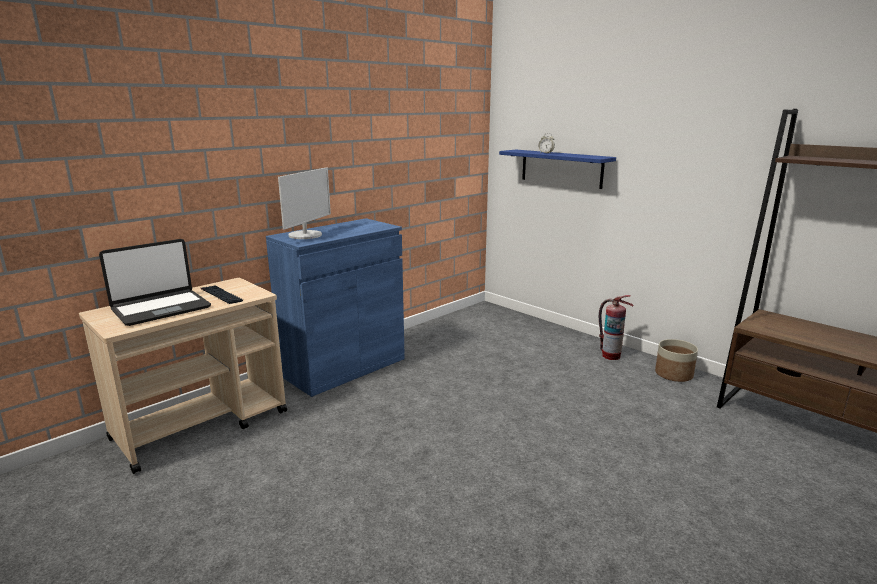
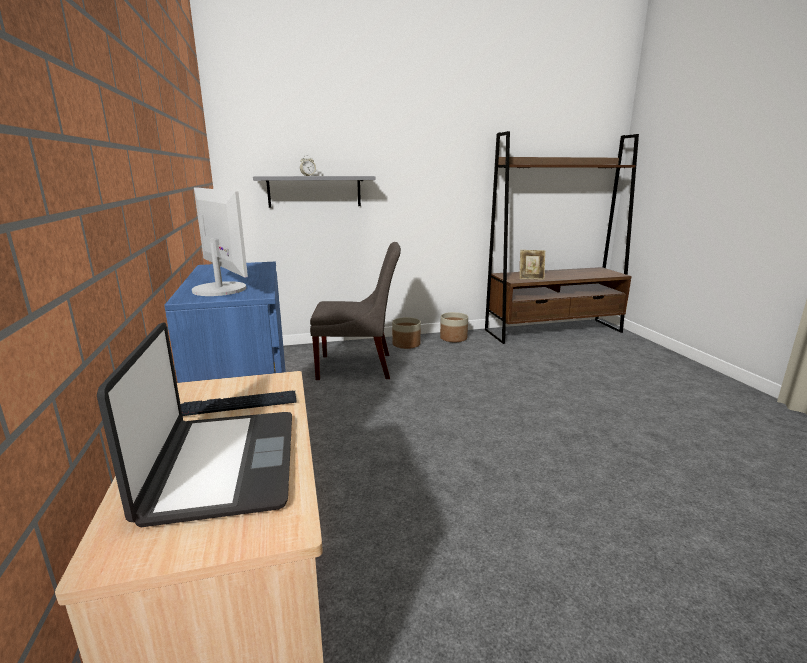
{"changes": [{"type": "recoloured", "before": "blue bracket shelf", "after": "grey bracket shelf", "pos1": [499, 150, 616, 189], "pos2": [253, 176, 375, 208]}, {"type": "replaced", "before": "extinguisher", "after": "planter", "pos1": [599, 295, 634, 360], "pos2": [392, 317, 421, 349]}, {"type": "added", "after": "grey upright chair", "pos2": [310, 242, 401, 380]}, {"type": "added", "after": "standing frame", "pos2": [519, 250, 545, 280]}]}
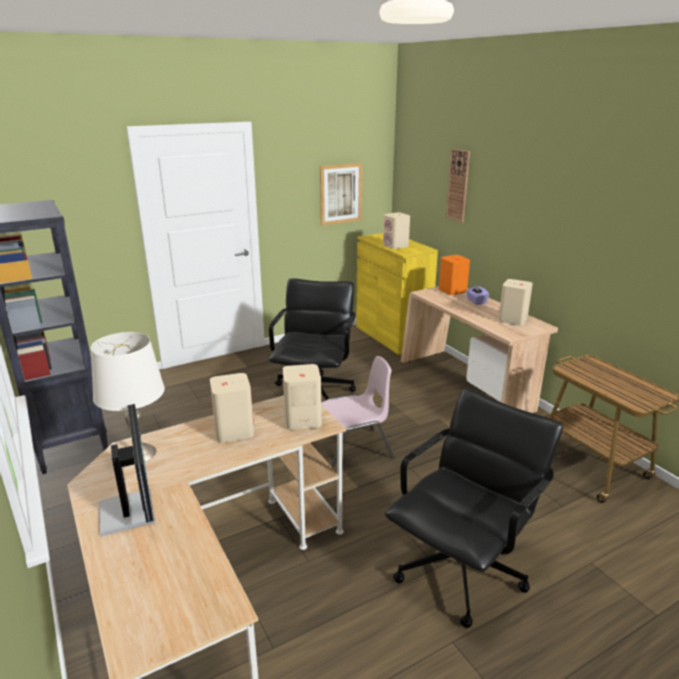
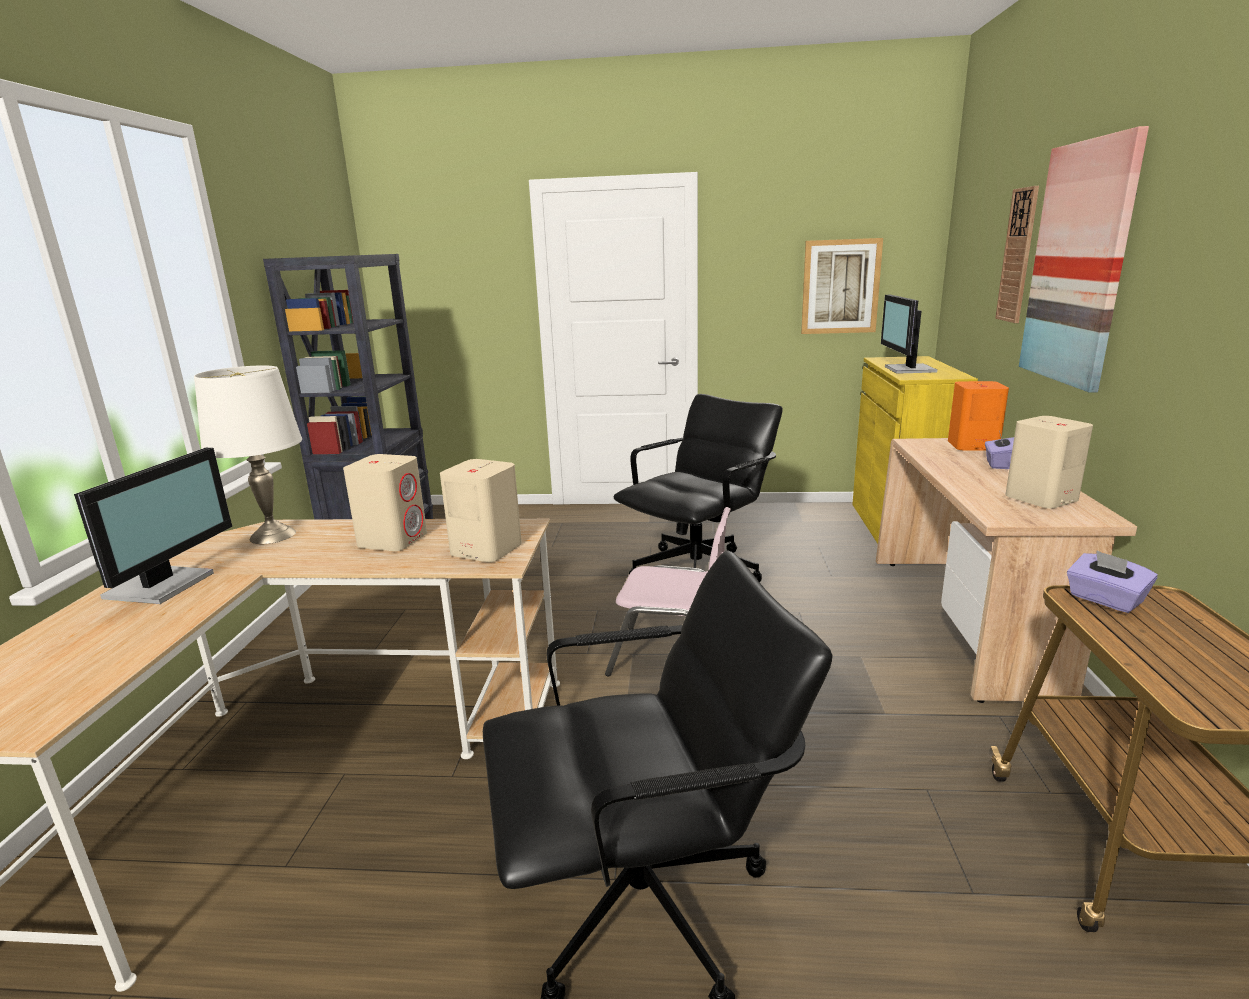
{"changes": [{"type": "replaced", "before": "beige audio speaker", "after": "computer display", "pos1": [383, 212, 410, 249], "pos2": [881, 295, 937, 374]}, {"type": "added", "after": "wall art", "pos2": [1019, 126, 1149, 393]}, {"type": "added", "after": "purple tissue holder", "pos2": [1067, 550, 1158, 613]}]}
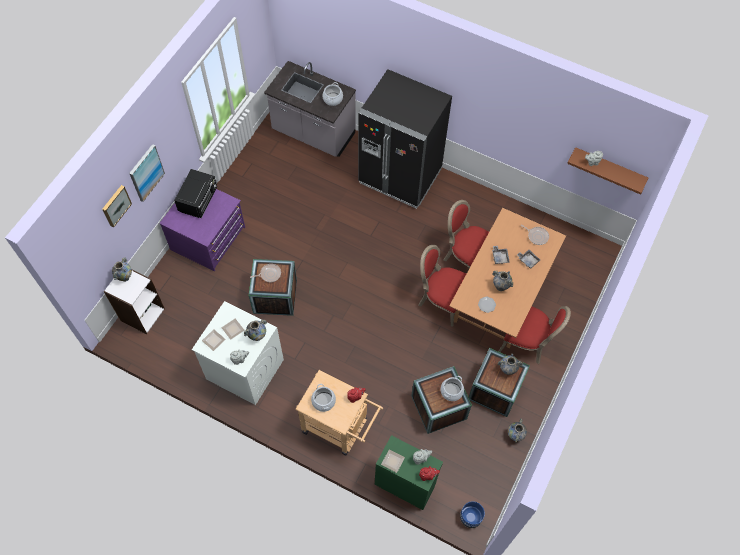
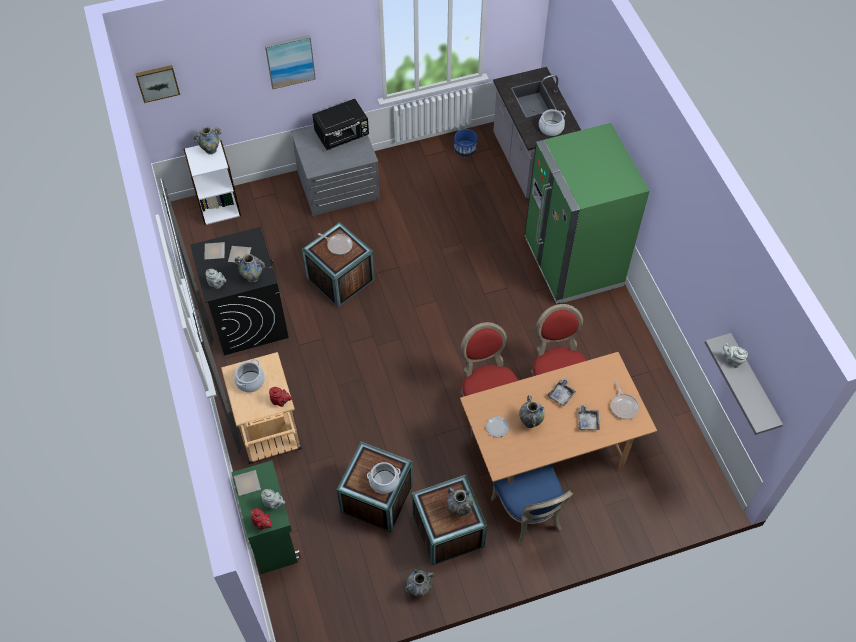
{"changes": [{"type": "recoloured", "before": "blackish refrigerator", "after": "green refrigerator", "pos1": [358, 69, 452, 209], "pos2": [524, 123, 650, 304]}, {"type": "recoloured", "before": "brownish bracket shelf", "after": "grey bracket shelf", "pos1": [567, 147, 648, 195], "pos2": [705, 333, 783, 435]}, {"type": "moved", "before": "wall art", "pos1": [102, 185, 132, 227], "pos2": [135, 65, 180, 103]}, {"type": "recoloured", "before": "purple chest of drawers", "after": "grey chest of drawers", "pos1": [159, 189, 245, 272], "pos2": [291, 125, 380, 218]}, {"type": "recoloured", "before": "white washing machine", "after": "blackish washing machine", "pos1": [192, 301, 284, 405], "pos2": [190, 227, 289, 355]}, {"type": "recoloured", "before": "red-coloured upright chair", "after": "blue upright chair", "pos1": [498, 306, 571, 364], "pos2": [491, 464, 574, 546]}, {"type": "moved", "before": "blue planter", "pos1": [460, 501, 485, 528], "pos2": [454, 129, 477, 157]}]}
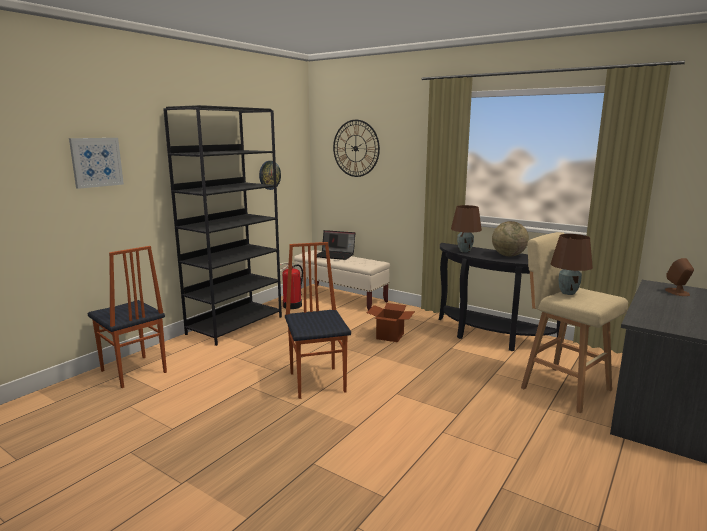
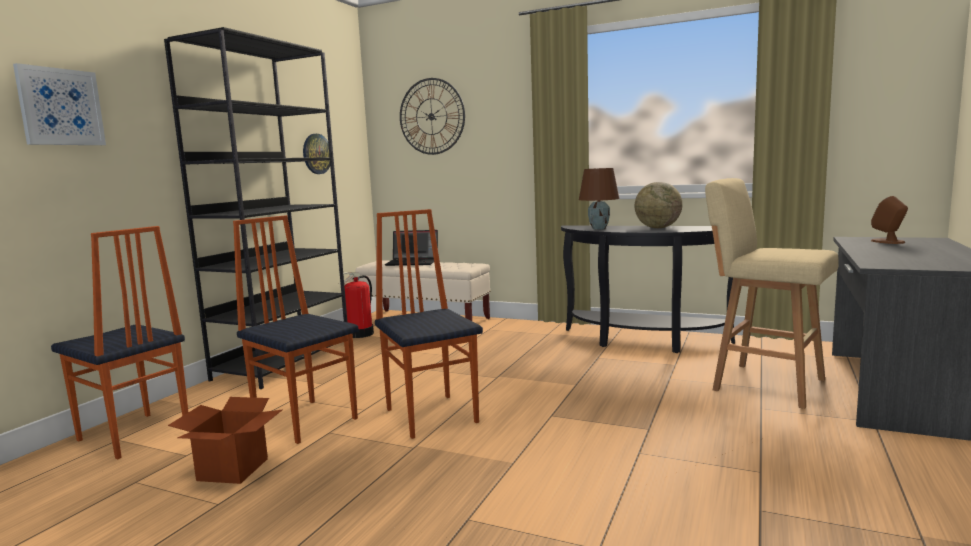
{"changes": [{"type": "removed", "before": "brownish table lamp", "pos1": [551, 234, 593, 295]}, {"type": "moved", "before": "cardboard box", "pos1": [367, 303, 415, 342], "pos2": [168, 397, 282, 484]}, {"type": "added", "after": "upright chair", "pos2": [233, 215, 359, 444]}]}
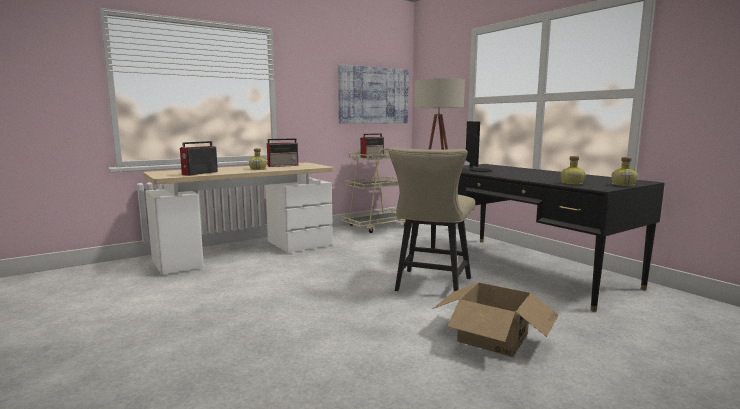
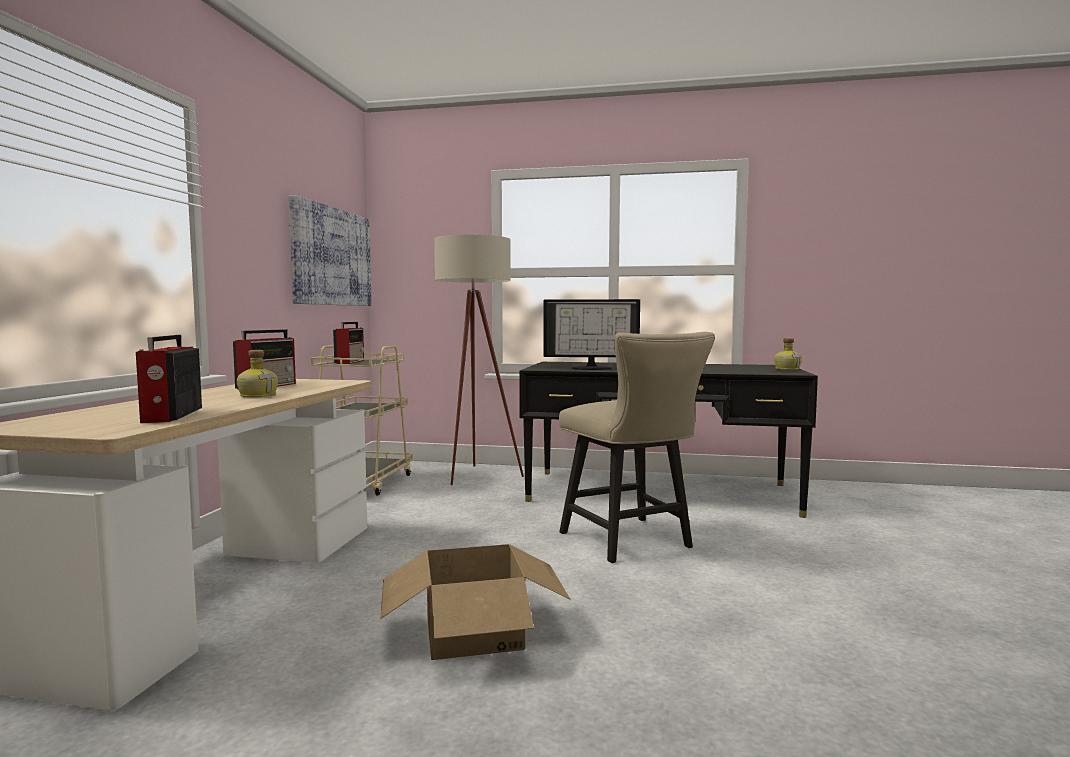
{"changes": [{"type": "turned", "before": "computer display", "pos1": [466, 121, 492, 172], "pos2": [544, 299, 640, 370], "turn": 135}, {"type": "removed", "before": "beverage bottle", "pos1": [561, 156, 585, 184]}, {"type": "moved", "before": "cardboard box", "pos1": [433, 283, 558, 357], "pos2": [380, 544, 571, 660]}]}
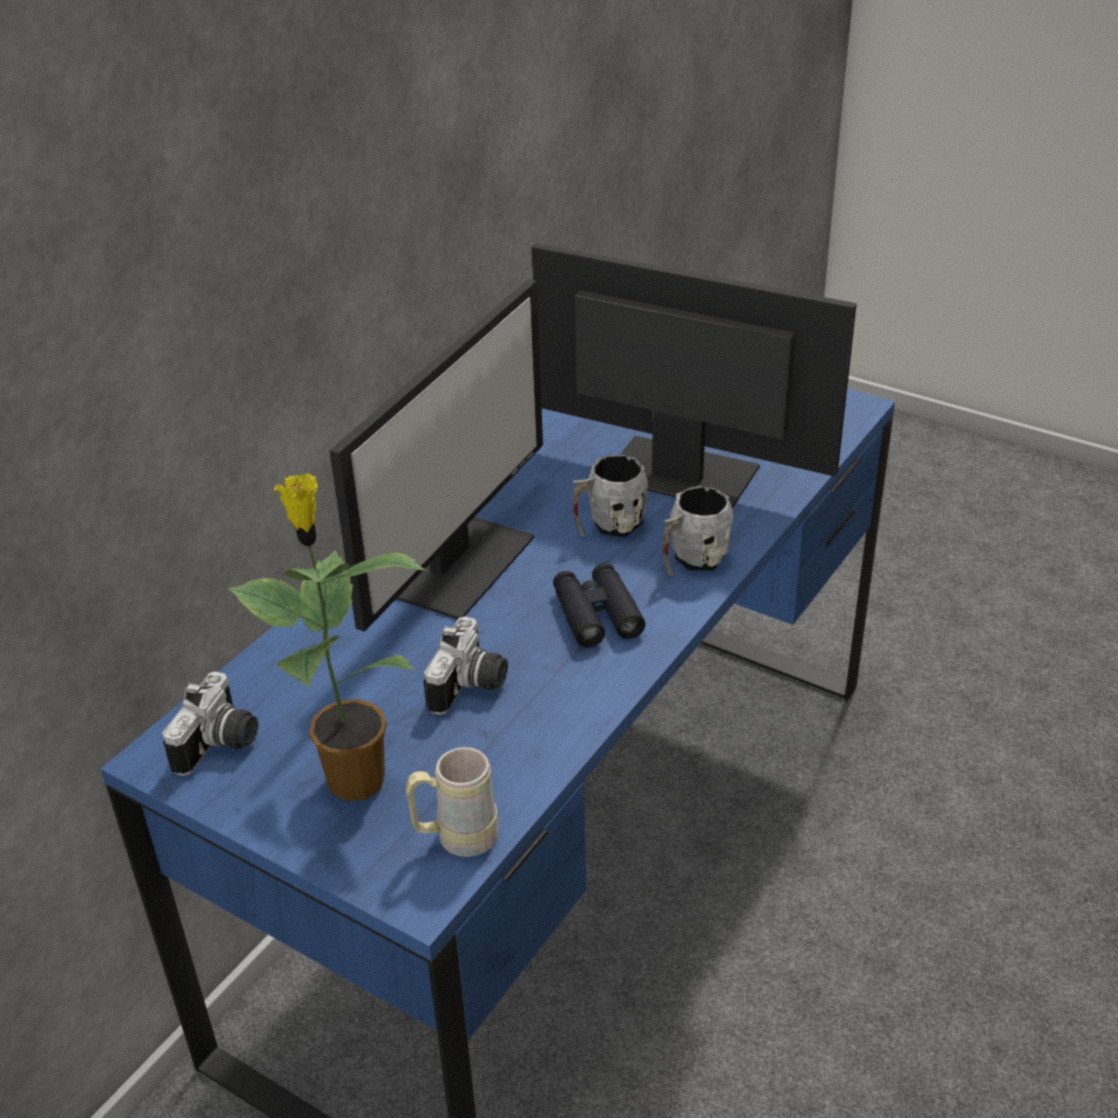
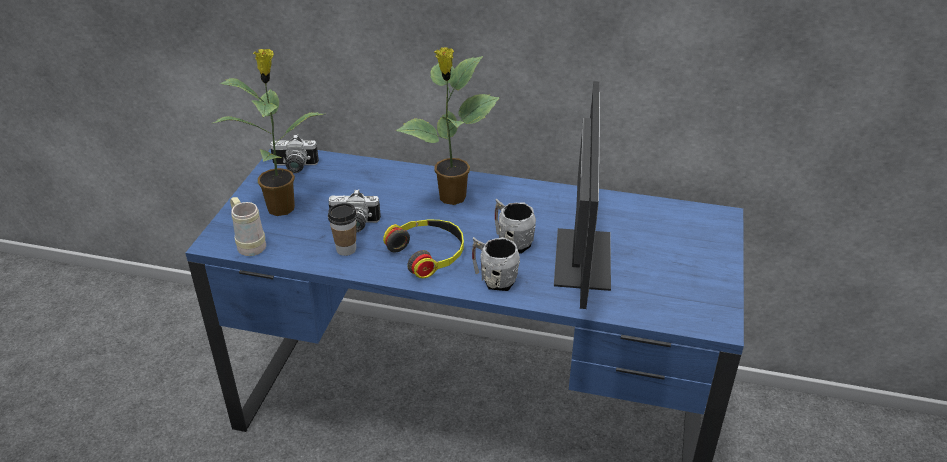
{"changes": [{"type": "replaced", "before": "computer display", "after": "potted plant", "pos1": [329, 279, 543, 632], "pos2": [396, 47, 500, 205]}, {"type": "replaced", "before": "blackish binoculars", "after": "headset", "pos1": [553, 563, 645, 648], "pos2": [383, 220, 464, 278]}, {"type": "added", "after": "small cup", "pos2": [328, 203, 357, 256]}]}
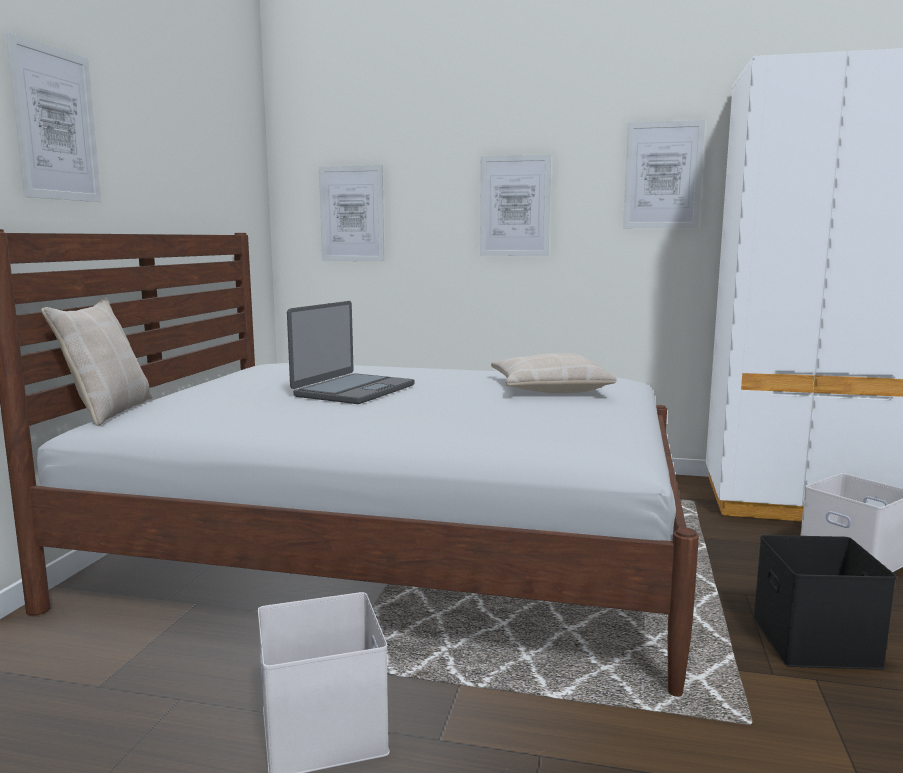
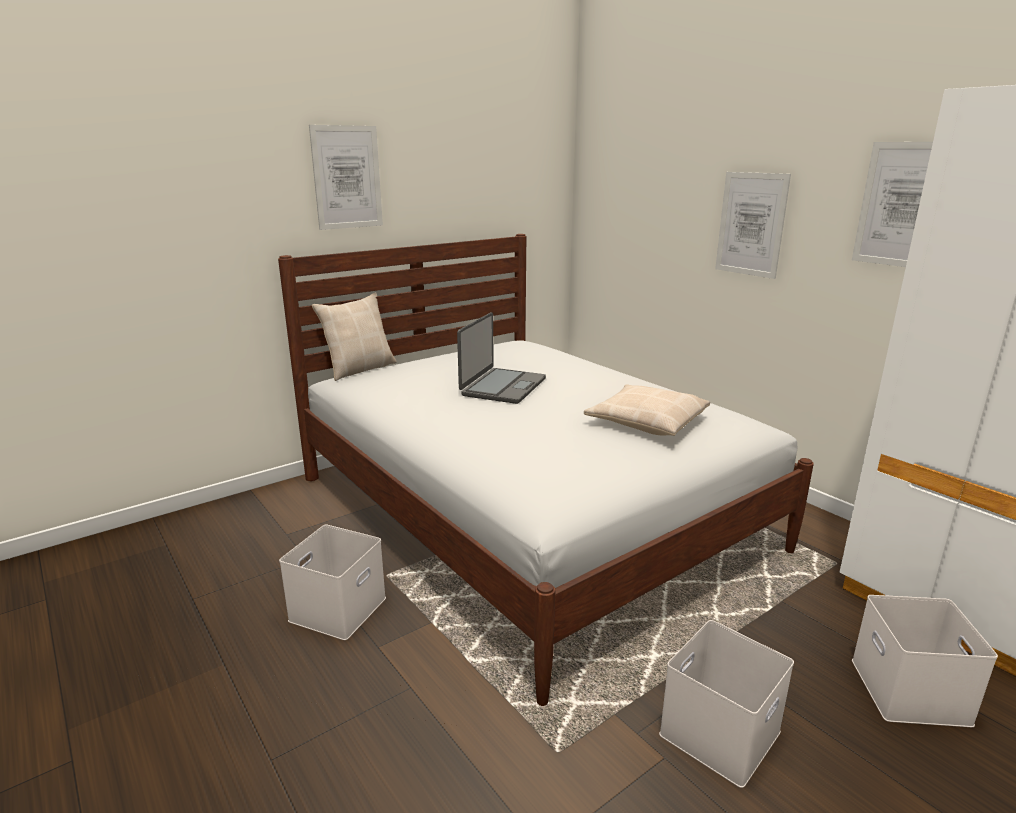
{"changes": [{"type": "removed", "before": "wall art", "pos1": [319, 165, 384, 261]}, {"type": "turned", "before": "laptop", "pos1": [287, 301, 414, 404], "pos2": [457, 312, 546, 404], "turn": -45}, {"type": "recoloured", "before": "blackish storage box", "after": "white storage box", "pos1": [753, 535, 896, 670], "pos2": [659, 620, 794, 788]}]}
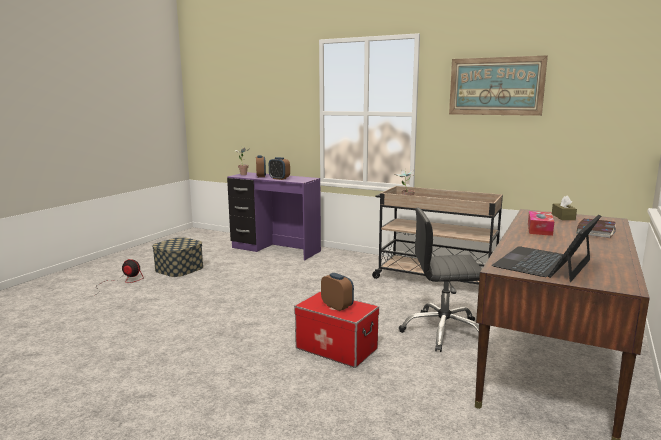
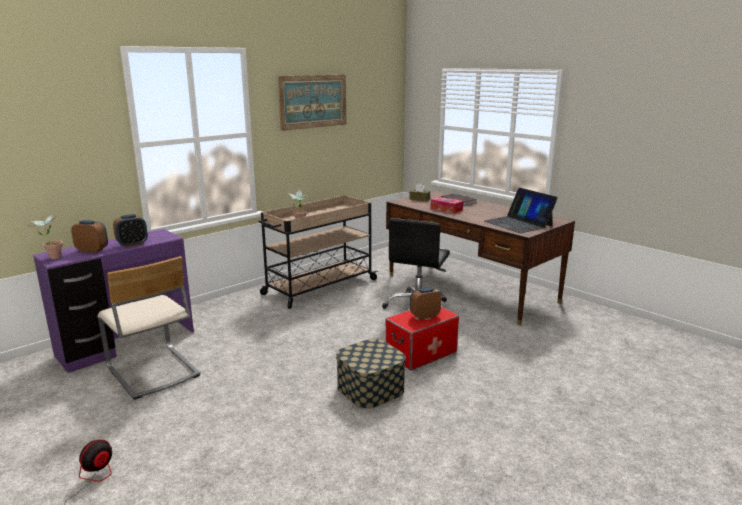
{"changes": [{"type": "moved", "before": "storage box", "pos1": [152, 237, 203, 277], "pos2": [336, 339, 406, 408]}, {"type": "added", "after": "beige upright chair", "pos2": [97, 256, 201, 400]}]}
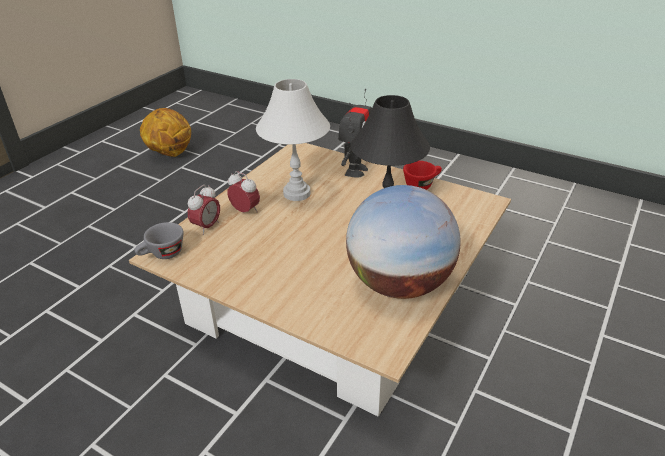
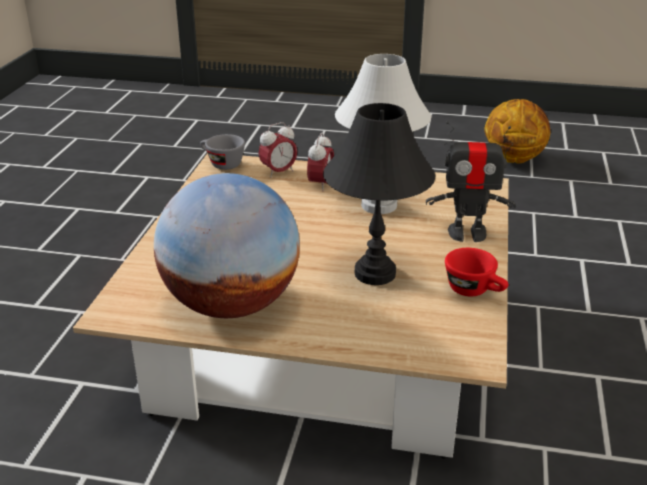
{"changes": [{"type": "turned", "before": "bedside clock", "pos1": [188, 185, 220, 235], "pos2": [259, 122, 297, 178], "turn": -45}]}
